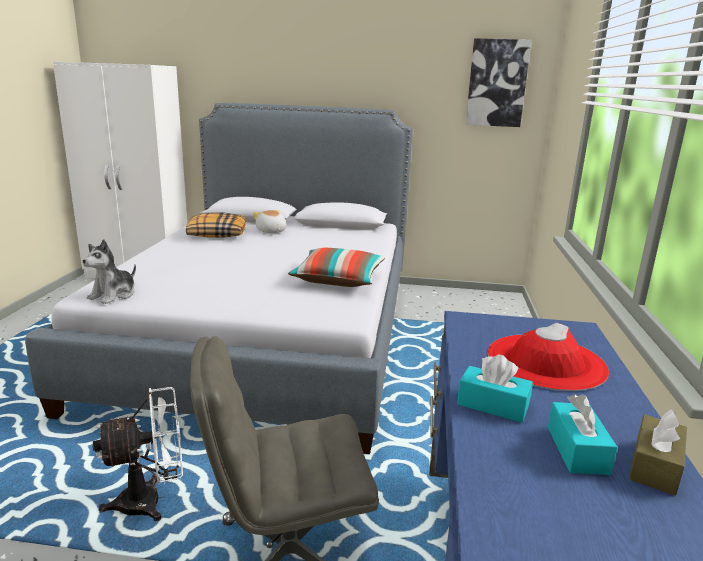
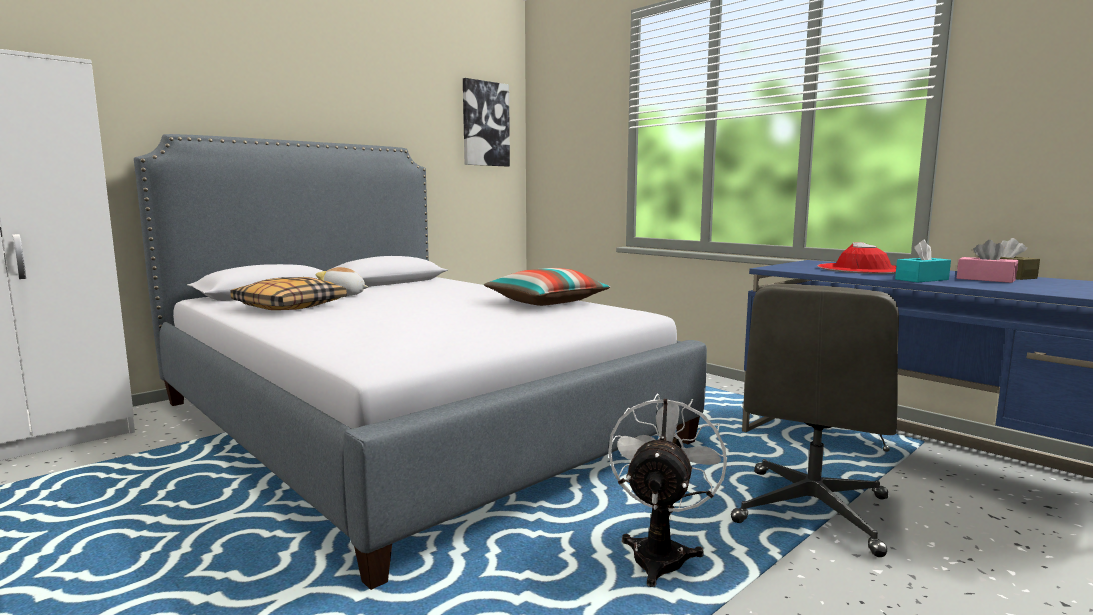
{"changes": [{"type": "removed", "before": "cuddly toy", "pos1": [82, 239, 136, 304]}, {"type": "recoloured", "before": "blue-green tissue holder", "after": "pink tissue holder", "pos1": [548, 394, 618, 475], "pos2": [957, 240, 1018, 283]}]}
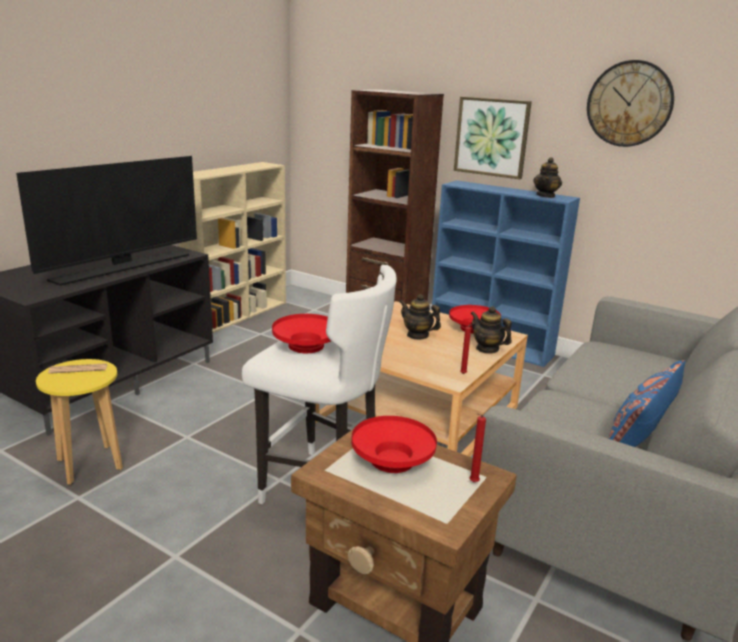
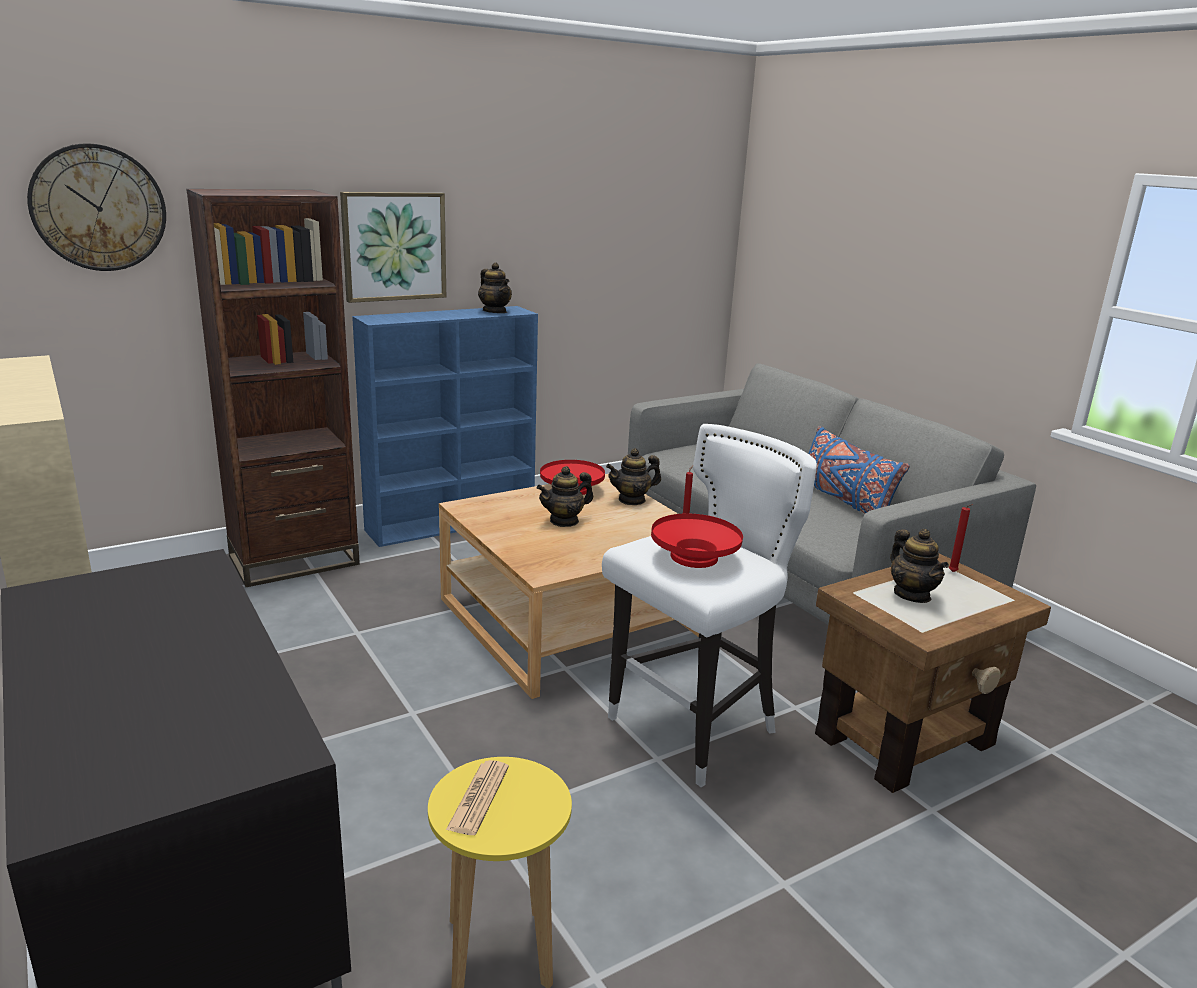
{"changes": [{"type": "moved", "before": "wall clock", "pos1": [587, 60, 674, 147], "pos2": [27, 143, 166, 271]}, {"type": "removed", "before": "TV", "pos1": [16, 156, 197, 286]}, {"type": "replaced", "before": "red-coloured bowl", "after": "pot for tea", "pos1": [351, 416, 437, 473], "pos2": [890, 529, 949, 603]}]}
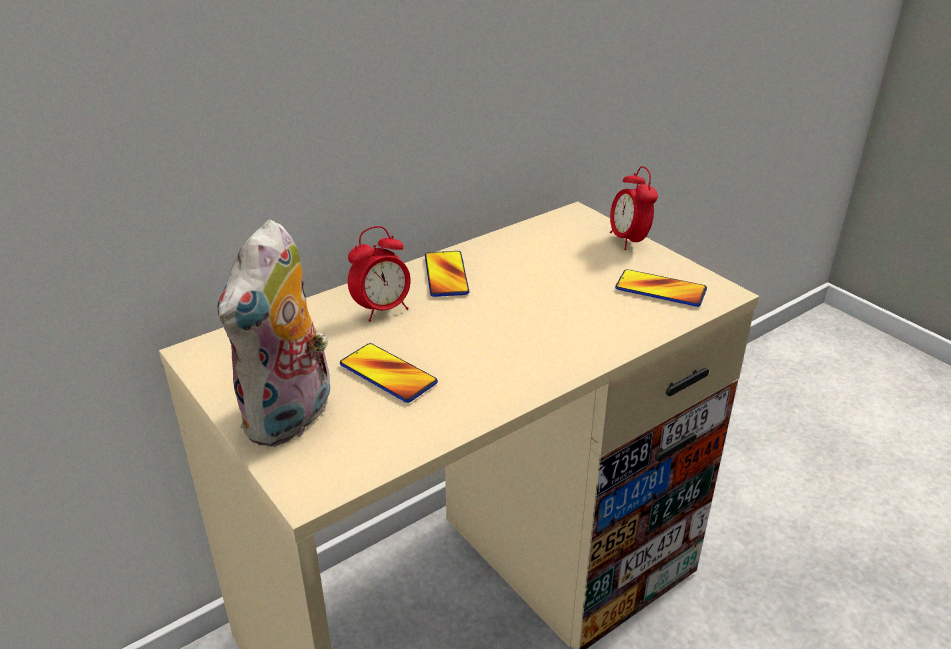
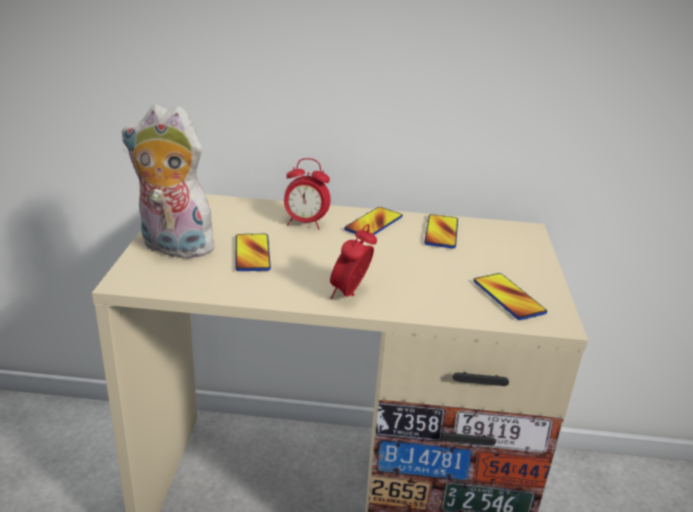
{"changes": [{"type": "moved", "before": "bedside clock", "pos1": [610, 166, 658, 250], "pos2": [330, 224, 377, 299]}, {"type": "turned", "before": "cuddly toy", "pos1": [217, 219, 338, 447], "pos2": [122, 104, 220, 261], "turn": 45}, {"type": "added", "after": "phone", "pos2": [424, 214, 458, 248]}]}
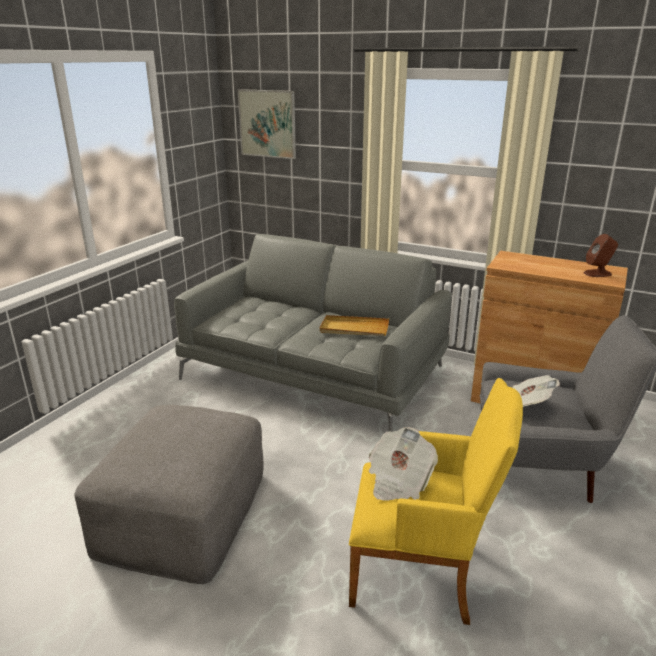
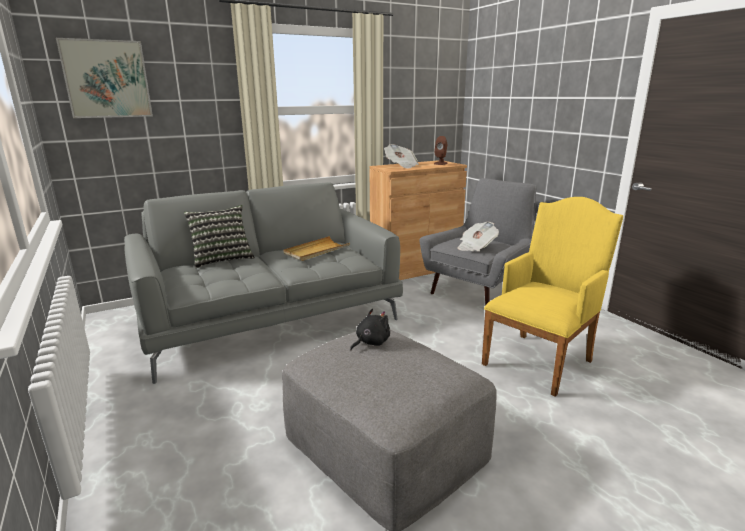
{"changes": [{"type": "moved", "before": "printed paper", "pos1": [369, 427, 438, 501], "pos2": [384, 144, 419, 169]}, {"type": "added", "after": "cushion", "pos2": [184, 205, 255, 268]}, {"type": "added", "after": "blackish cuddly toy", "pos2": [350, 309, 390, 350]}]}
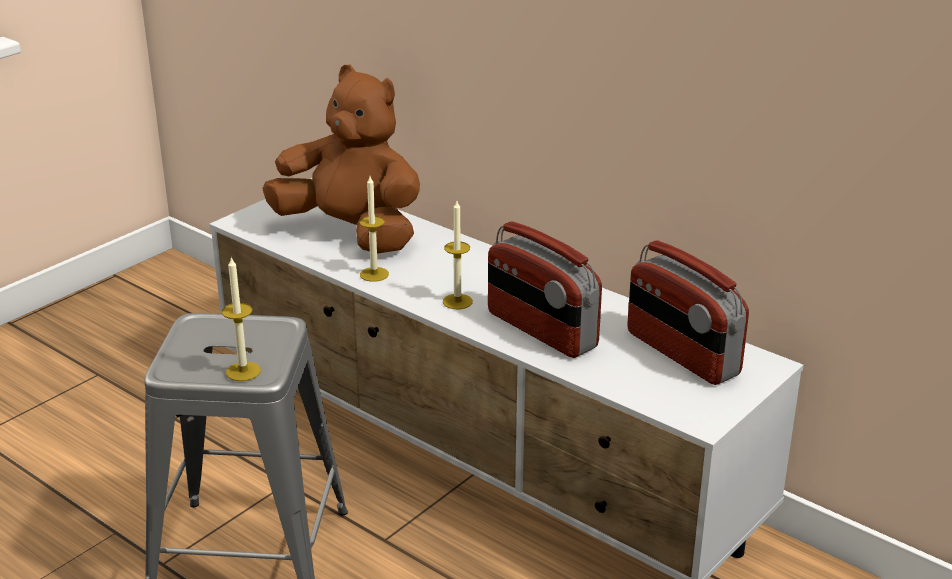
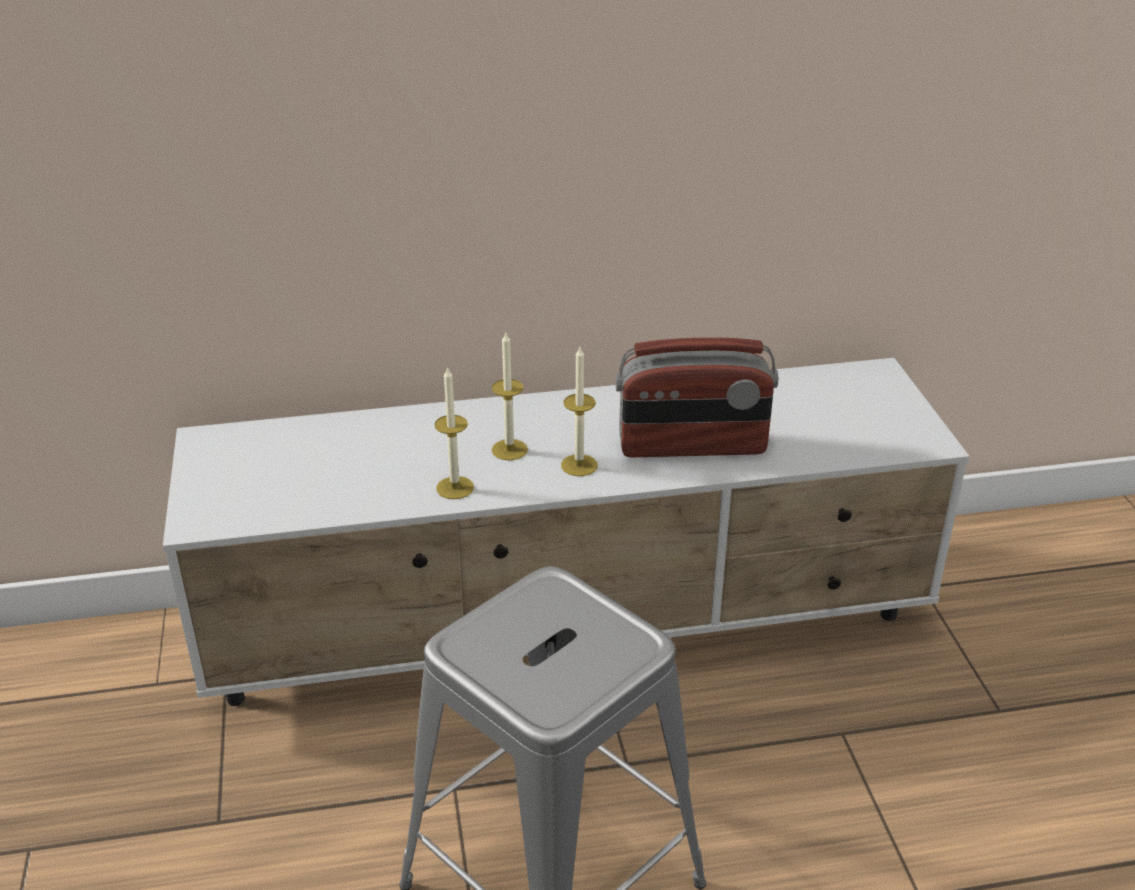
{"changes": [{"type": "removed", "before": "brownish cuddly toy", "pos1": [262, 65, 420, 254]}, {"type": "removed", "before": "radio set", "pos1": [627, 240, 749, 385]}, {"type": "moved", "before": "wax light", "pos1": [222, 256, 261, 381], "pos2": [491, 333, 528, 460]}]}
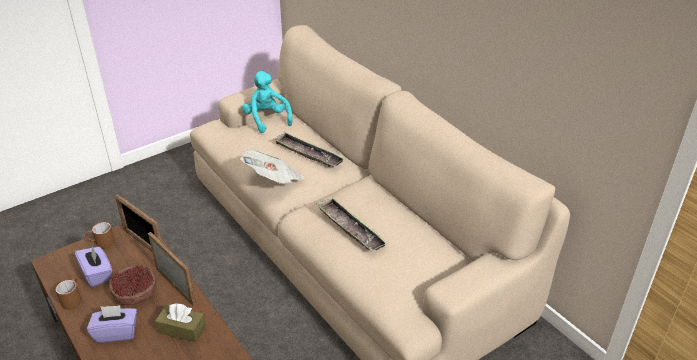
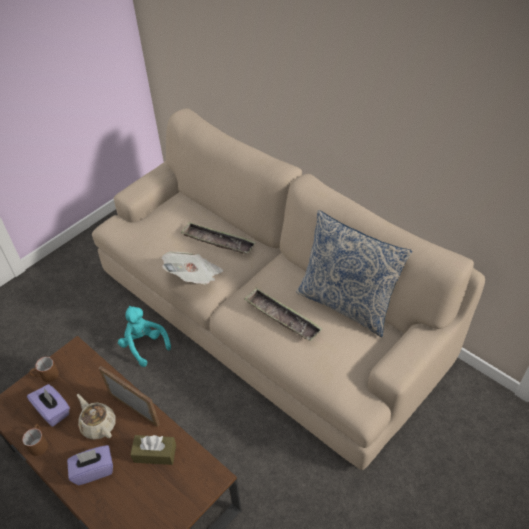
{"changes": [{"type": "moved", "before": "blue-green cuddly toy", "pos1": [242, 71, 293, 133], "pos2": [118, 306, 171, 367]}, {"type": "removed", "before": "standing frame", "pos1": [115, 194, 162, 251]}, {"type": "replaced", "before": "bowl", "after": "beige pot for tea", "pos1": [109, 265, 156, 305], "pos2": [77, 394, 116, 440]}, {"type": "added", "after": "cushion", "pos2": [296, 210, 412, 337]}]}
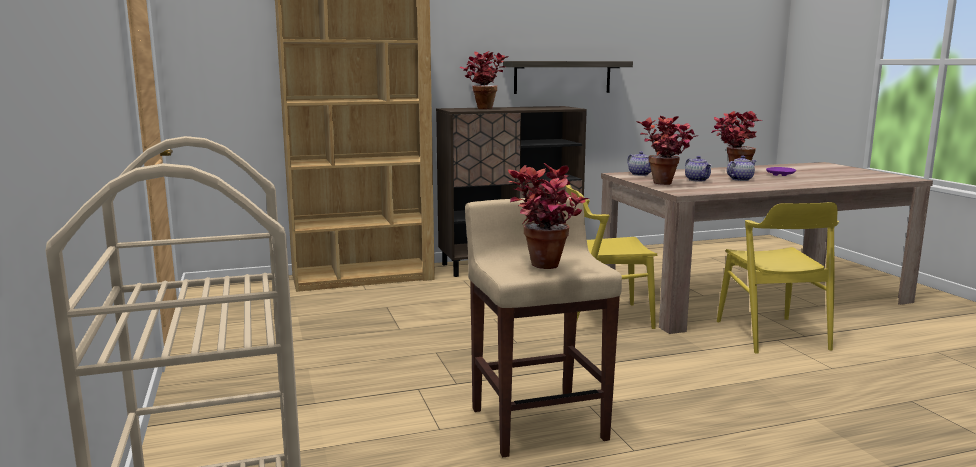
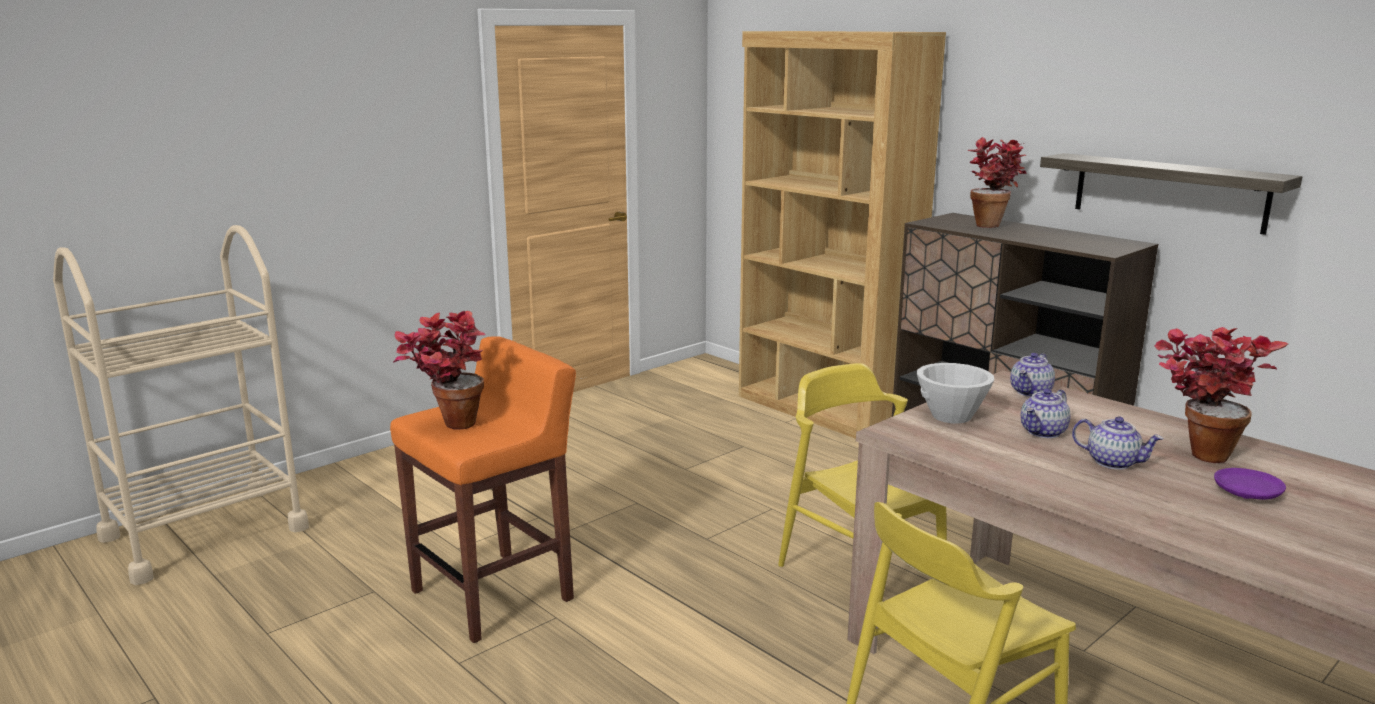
{"changes": [{"type": "replaced", "before": "potted plant", "after": "white bowl", "pos1": [637, 116, 699, 185], "pos2": [917, 363, 994, 424]}, {"type": "recoloured", "before": "beige stool", "after": "orange stool", "pos1": [465, 197, 622, 457], "pos2": [390, 336, 576, 643]}]}
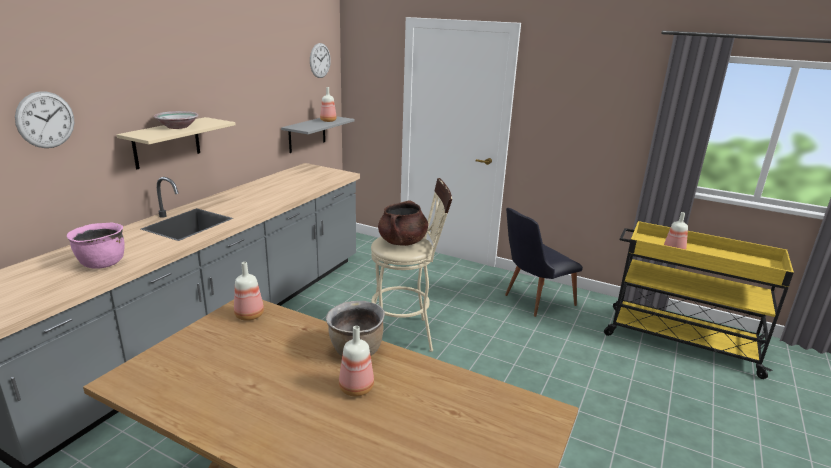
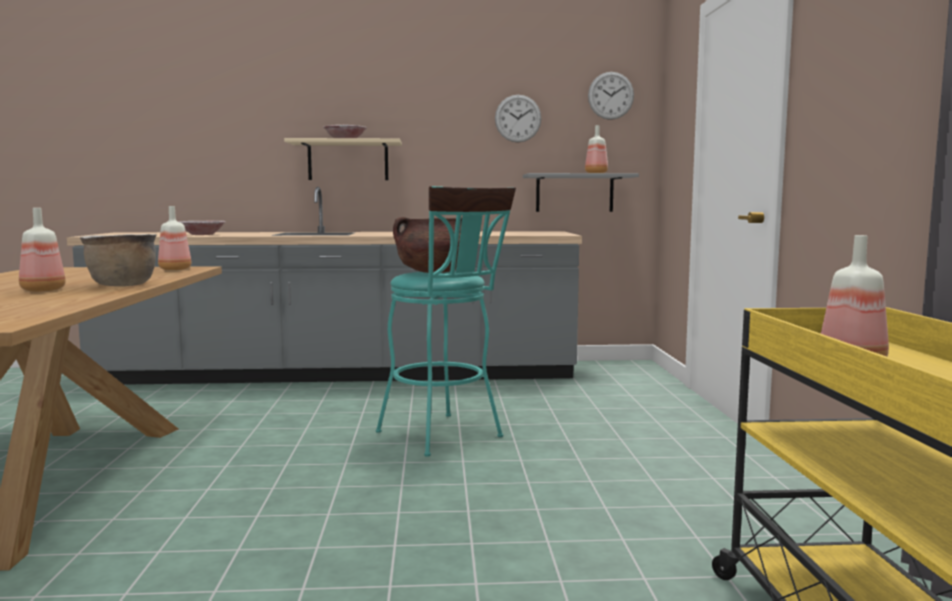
{"changes": [{"type": "moved", "before": "wall clock", "pos1": [15, 91, 74, 148], "pos2": [495, 95, 541, 142]}, {"type": "recoloured", "before": "beige stool", "after": "blue-green stool", "pos1": [371, 178, 452, 352], "pos2": [376, 186, 516, 457]}, {"type": "removed", "before": "blackish upright chair", "pos1": [505, 208, 583, 317]}, {"type": "replaced", "before": "pink cooking pot", "after": "bowl", "pos1": [67, 223, 124, 269], "pos2": [178, 221, 226, 235]}]}
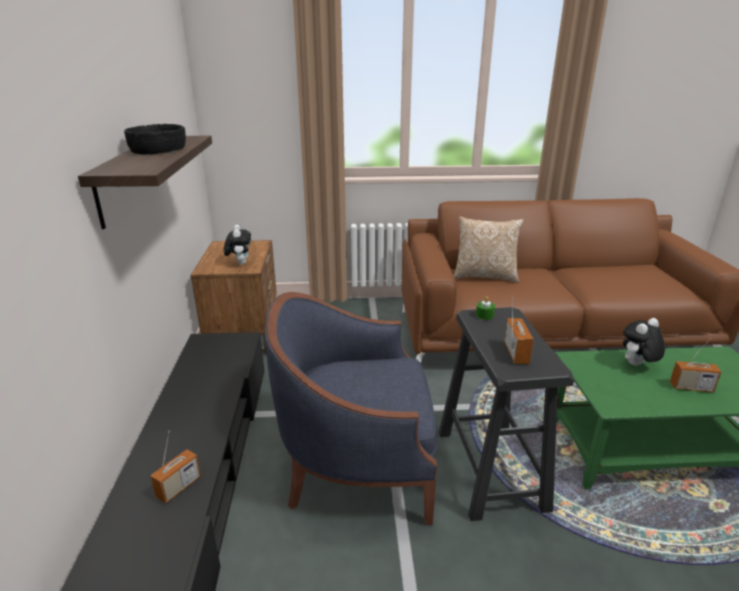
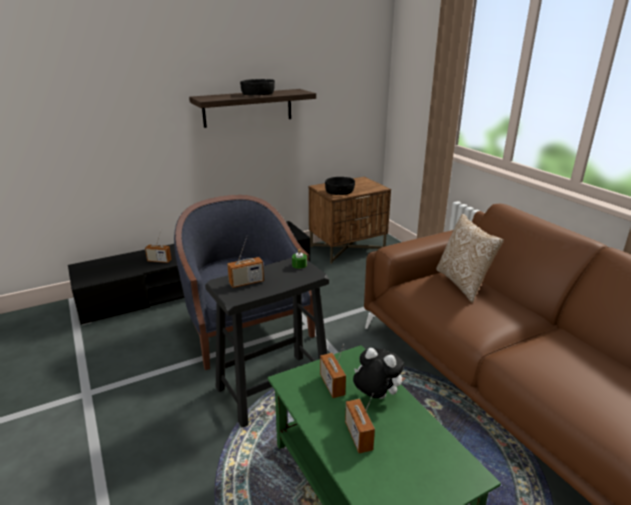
{"changes": [{"type": "replaced", "before": "cuddly toy", "after": "blackish bowl", "pos1": [224, 225, 251, 265], "pos2": [325, 177, 355, 195]}, {"type": "added", "after": "radio set", "pos2": [320, 344, 346, 398]}]}
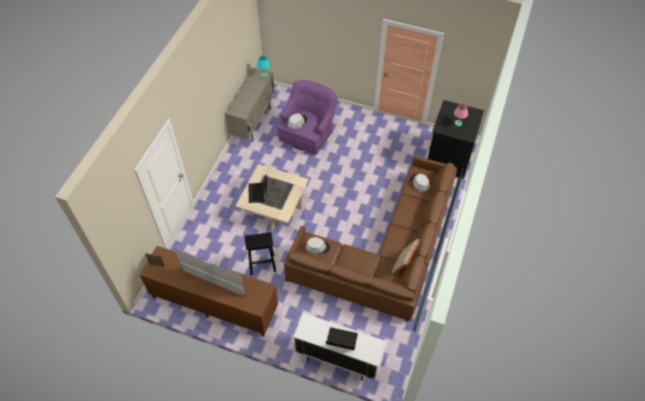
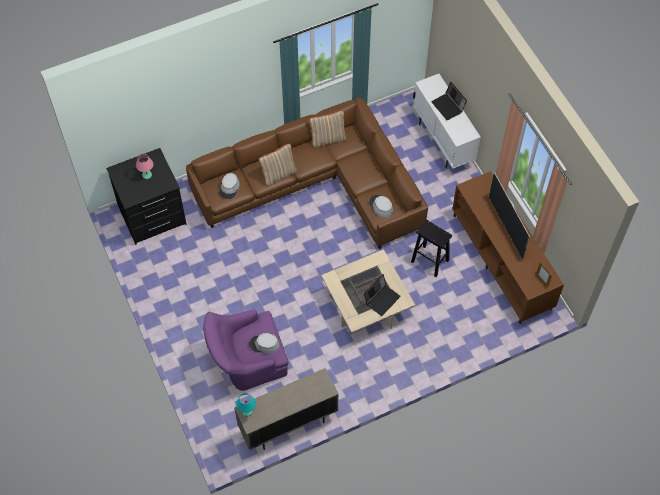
{"changes": [{"type": "added", "after": "beige cushion", "pos2": [259, 143, 297, 186]}]}
